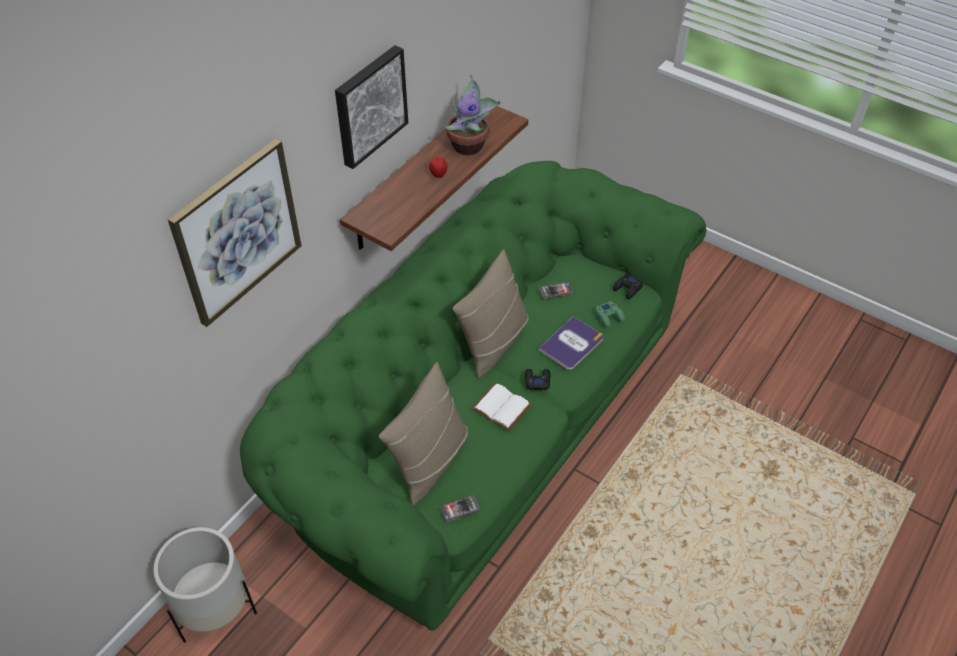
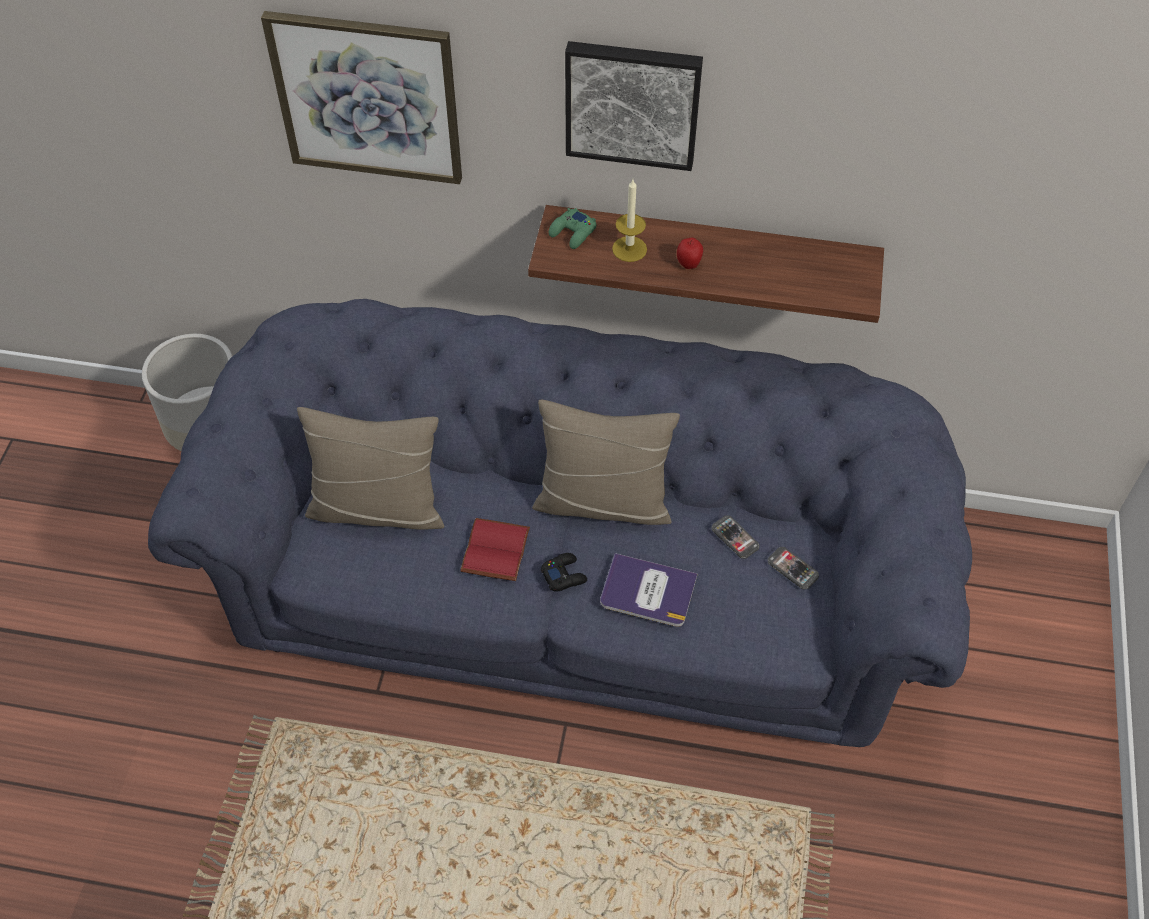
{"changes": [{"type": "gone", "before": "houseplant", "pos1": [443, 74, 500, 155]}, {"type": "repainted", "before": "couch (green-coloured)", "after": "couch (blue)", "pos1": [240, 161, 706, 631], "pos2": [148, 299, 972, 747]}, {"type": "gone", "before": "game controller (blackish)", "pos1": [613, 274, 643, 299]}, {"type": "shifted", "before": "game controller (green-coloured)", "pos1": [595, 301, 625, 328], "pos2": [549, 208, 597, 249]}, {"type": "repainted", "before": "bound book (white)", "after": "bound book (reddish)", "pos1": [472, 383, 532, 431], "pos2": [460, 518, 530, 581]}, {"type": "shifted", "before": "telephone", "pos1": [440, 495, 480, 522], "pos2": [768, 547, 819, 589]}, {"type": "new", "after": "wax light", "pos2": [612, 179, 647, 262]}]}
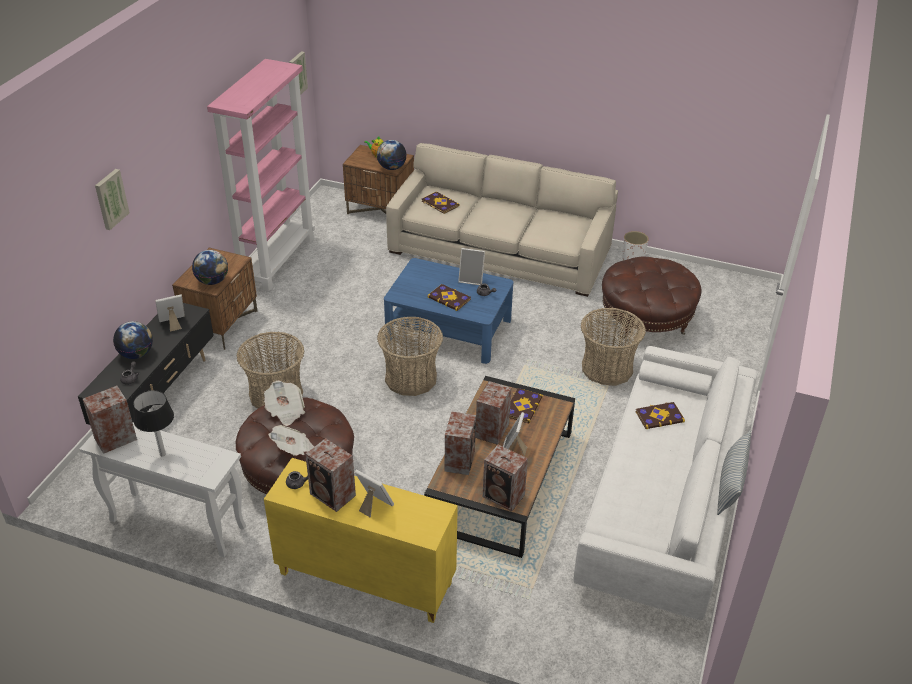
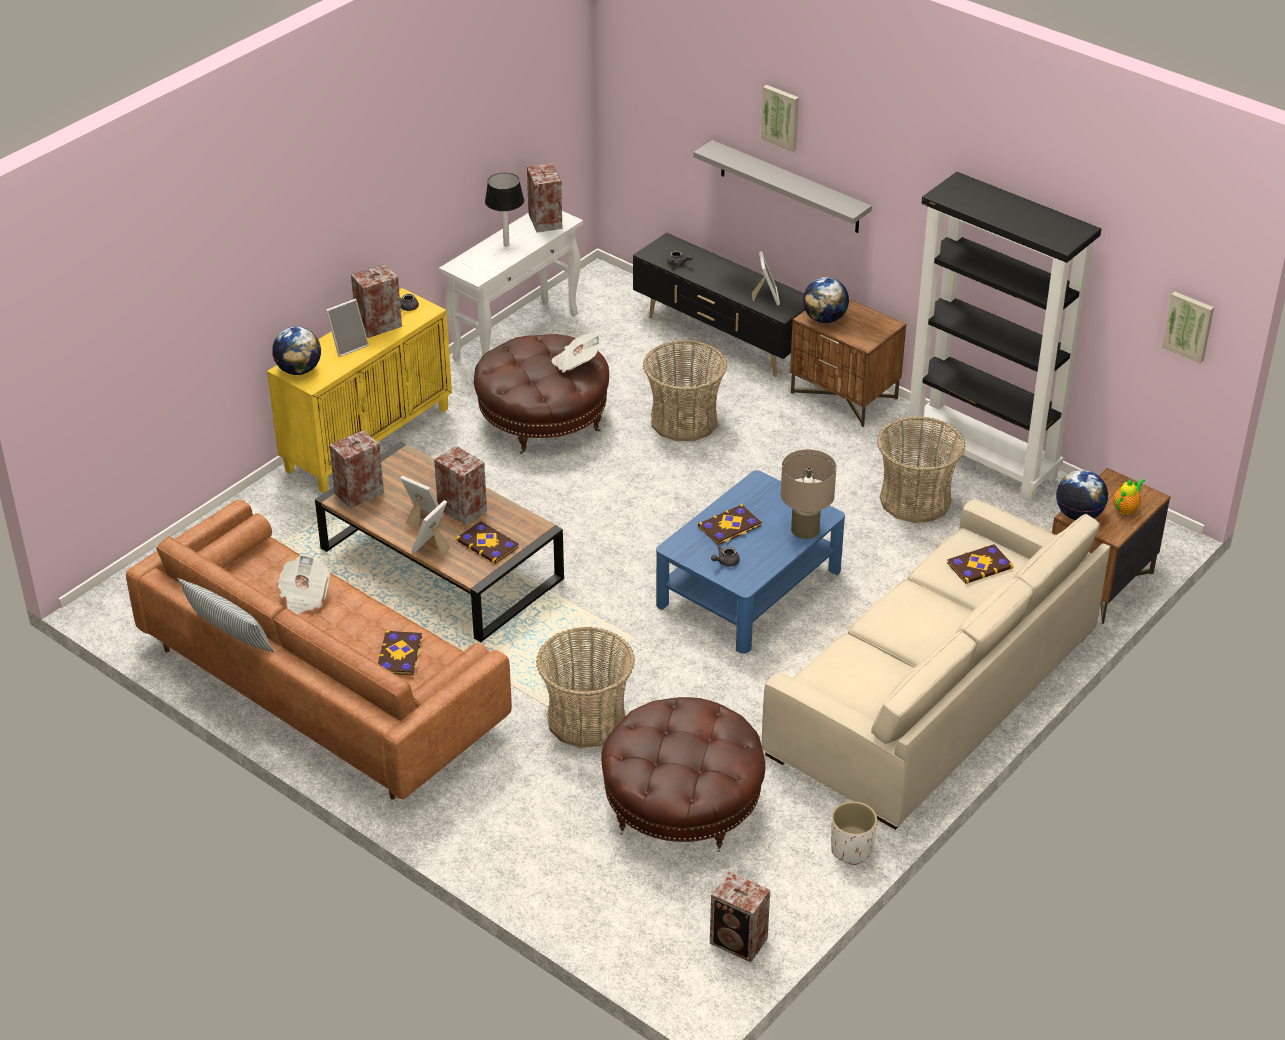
{"changes": [{"type": "repainted", "before": "bookcase (pink-coloured)", "after": "bookcase (blackish)", "pos1": [207, 59, 315, 291], "pos2": [904, 172, 1101, 501]}, {"type": "shifted", "before": "standing frame", "pos1": [458, 248, 485, 285], "pos2": [412, 500, 451, 557]}, {"type": "shifted", "before": "basket", "pos1": [377, 316, 443, 396], "pos2": [877, 416, 965, 523]}, {"type": "shifted", "before": "world globe", "pos1": [113, 321, 153, 359], "pos2": [272, 327, 321, 375]}, {"type": "repainted", "before": "couch (white)", "after": "couch (brown-coloured)", "pos1": [574, 346, 757, 620], "pos2": [126, 499, 512, 800]}, {"type": "shifted", "before": "speaker", "pos1": [445, 411, 476, 475], "pos2": [710, 871, 770, 962]}, {"type": "shifted", "before": "newspaper", "pos1": [268, 425, 314, 456], "pos2": [277, 555, 331, 614]}, {"type": "new", "after": "shelf (grey)", "pos2": [693, 140, 872, 233]}, {"type": "new", "after": "lamp for a table (sand-coloured)", "pos2": [780, 449, 837, 539]}]}
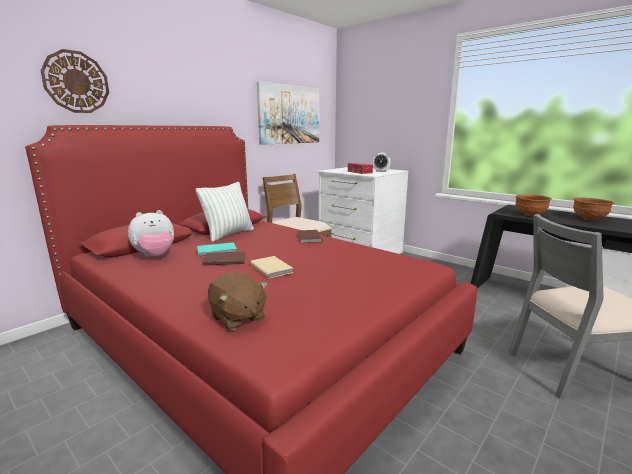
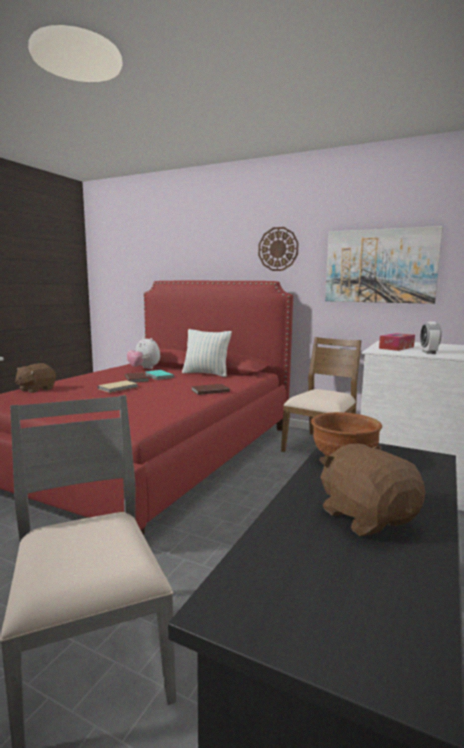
{"changes": [{"type": "shifted", "before": "clock on the wall", "pos1": [40, 49, 109, 113], "pos2": [258, 227, 299, 271]}, {"type": "swapped", "before": "deep dish (brown-coloured)", "after": "cuddly toy (brown-coloured)", "pos1": [573, 198, 614, 221], "pos2": [319, 443, 426, 536]}]}
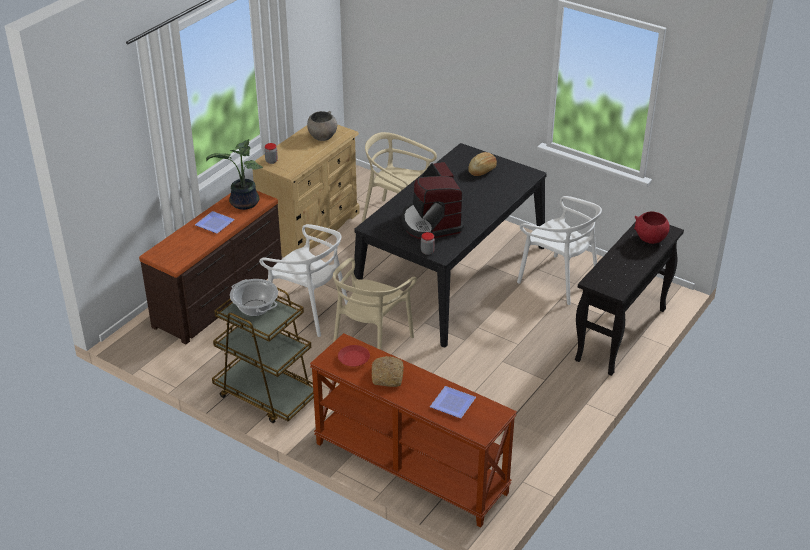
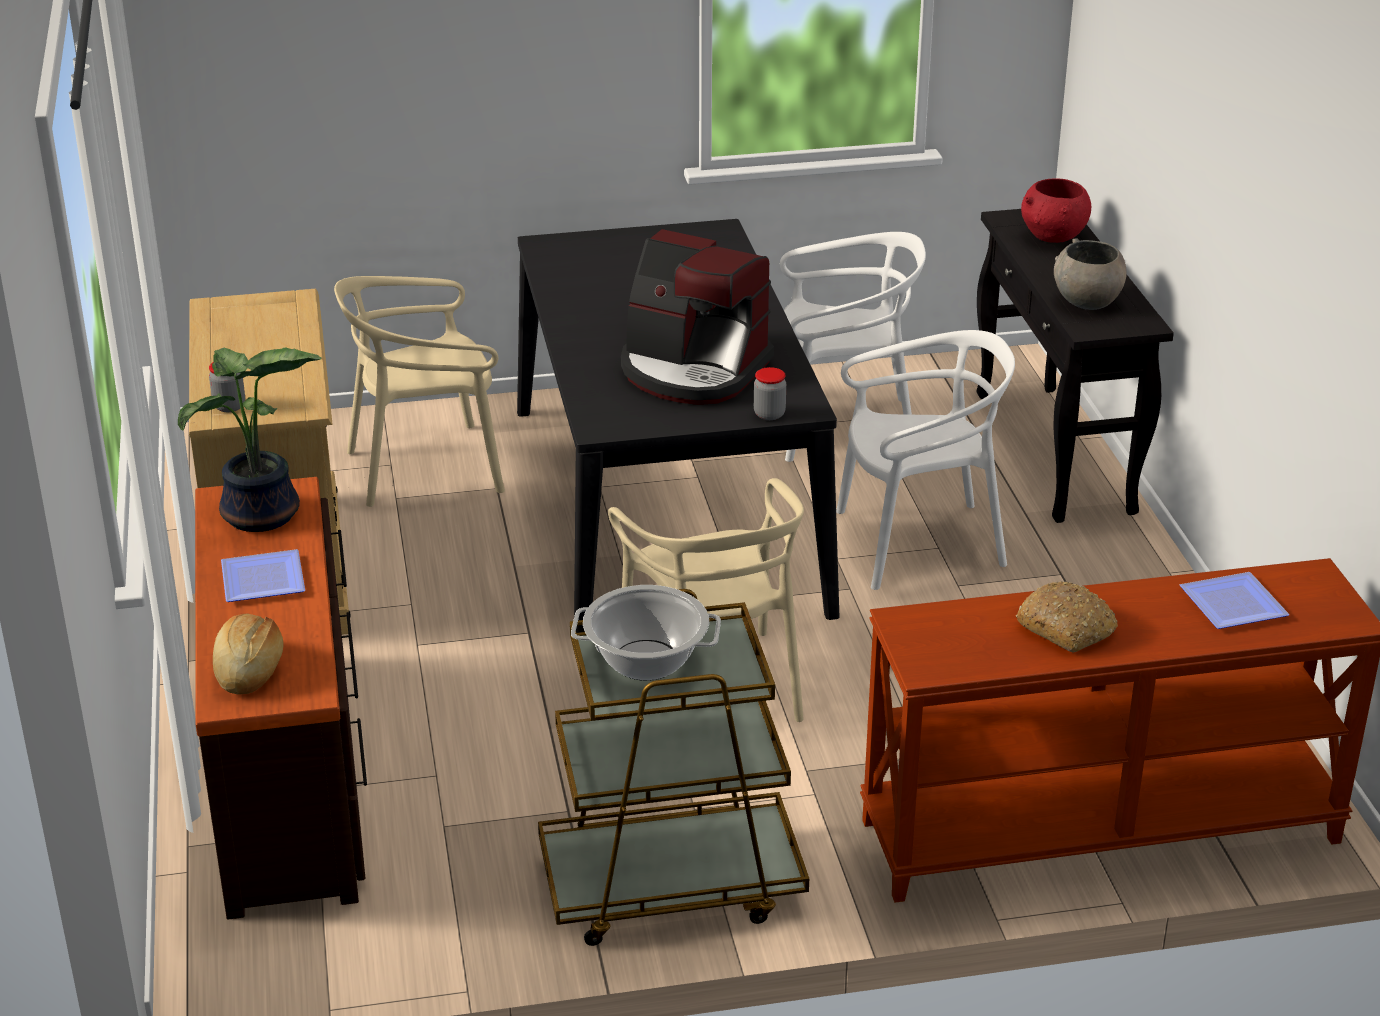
{"changes": [{"type": "shifted", "before": "deep dish (grey)", "pos1": [307, 111, 337, 141], "pos2": [1054, 238, 1127, 310]}, {"type": "shifted", "before": "baked bread", "pos1": [468, 152, 497, 176], "pos2": [213, 614, 283, 695]}, {"type": "shifted", "before": "chair (white)", "pos1": [259, 224, 348, 337], "pos2": [836, 330, 1015, 590]}, {"type": "gone", "before": "dinner plate (reddish)", "pos1": [338, 345, 370, 367]}]}
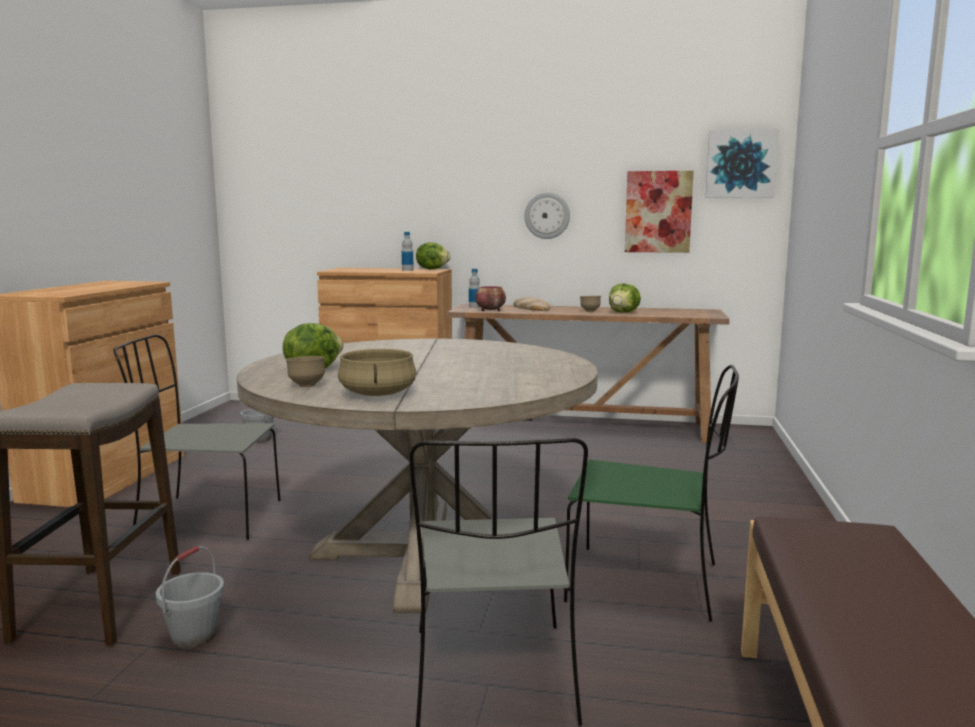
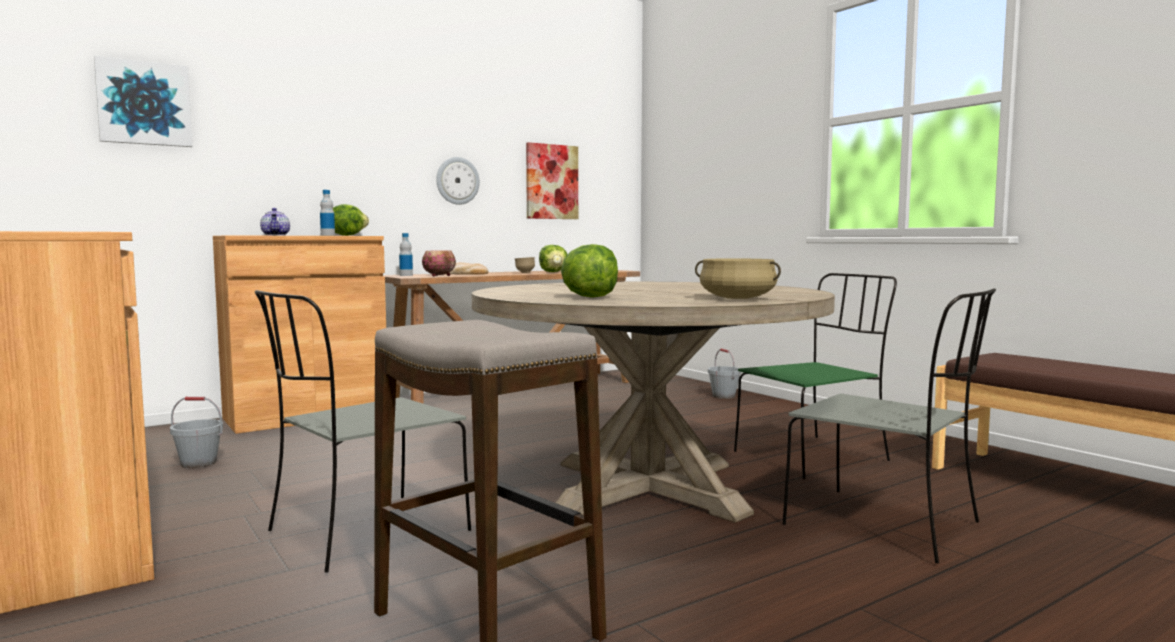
{"changes": [{"type": "shifted", "before": "wall picture", "pos1": [705, 129, 779, 198], "pos2": [94, 56, 192, 147]}, {"type": "gone", "before": "deep dish (brown-coloured)", "pos1": [286, 356, 325, 387]}, {"type": "shifted", "before": "water bucket (grey)", "pos1": [156, 546, 224, 648], "pos2": [708, 348, 741, 399]}, {"type": "new", "after": "tea pot", "pos2": [260, 208, 290, 236]}]}
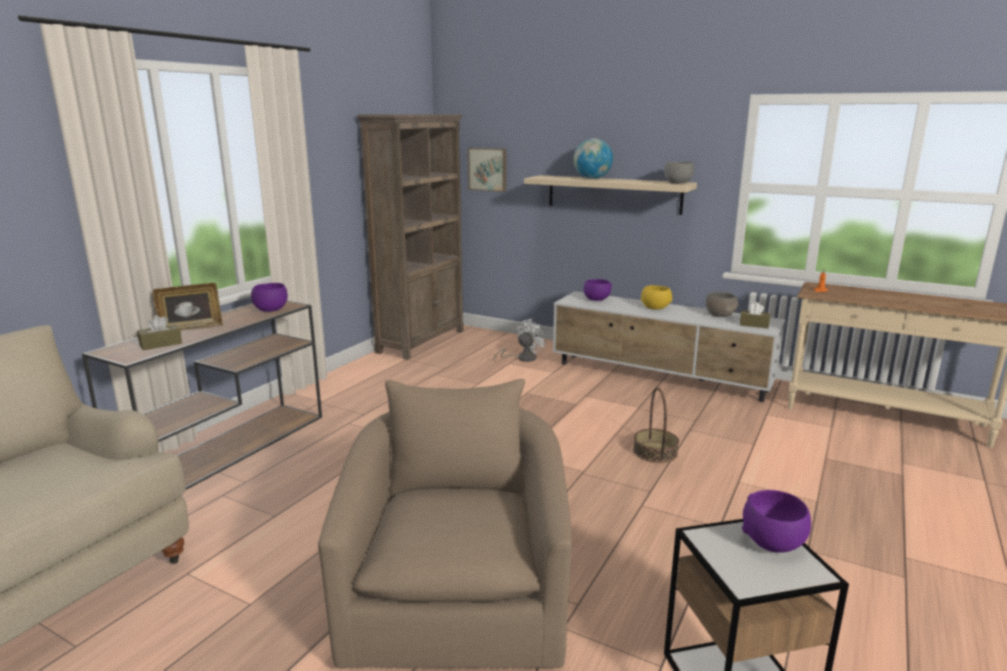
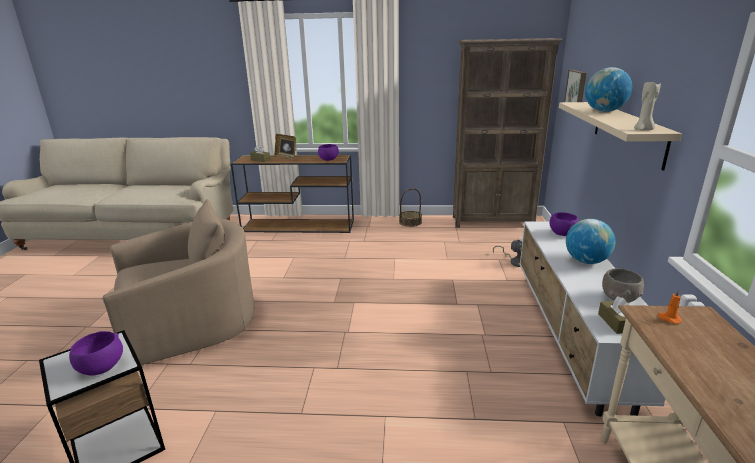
{"changes": [{"type": "swapped", "before": "deep dish (grey)", "after": "wax light (sand-coloured)", "pos1": [664, 162, 694, 184], "pos2": [634, 82, 661, 130]}, {"type": "swapped", "before": "deep dish (yellowish)", "after": "world globe", "pos1": [641, 285, 672, 310], "pos2": [566, 219, 616, 264]}, {"type": "shifted", "before": "basket", "pos1": [633, 387, 679, 463], "pos2": [399, 188, 422, 227]}]}
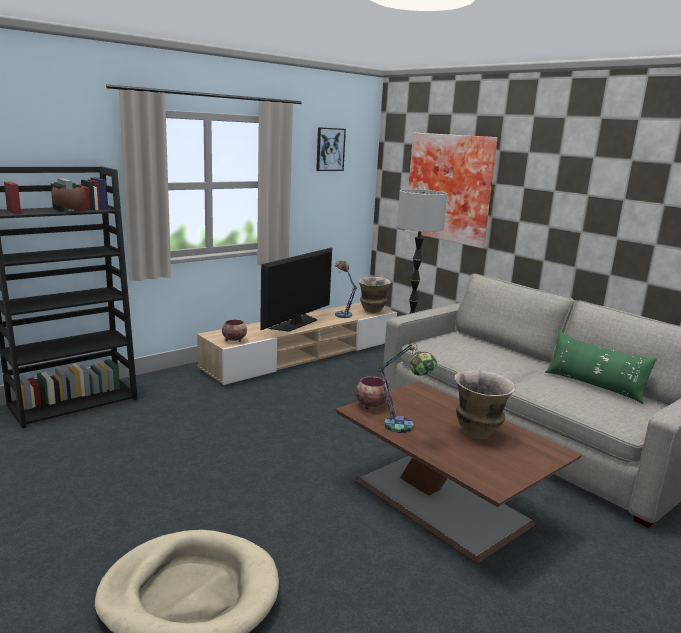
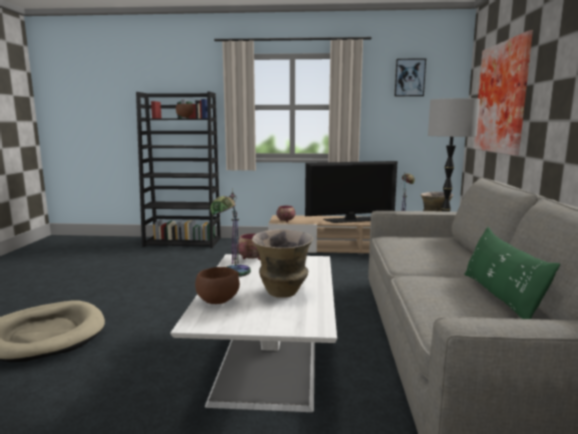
{"changes": [{"type": "repainted", "before": "coffee table (brown-coloured)", "after": "coffee table (white)", "pos1": [335, 381, 582, 563], "pos2": [170, 254, 337, 412]}, {"type": "new", "after": "deep dish (brown-coloured)", "pos2": [195, 267, 240, 304]}]}
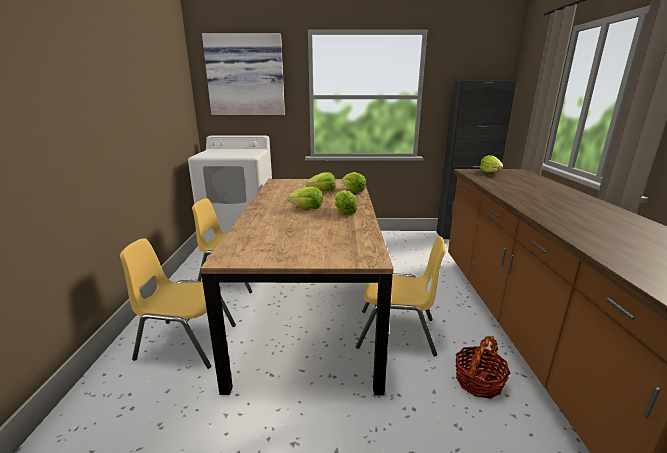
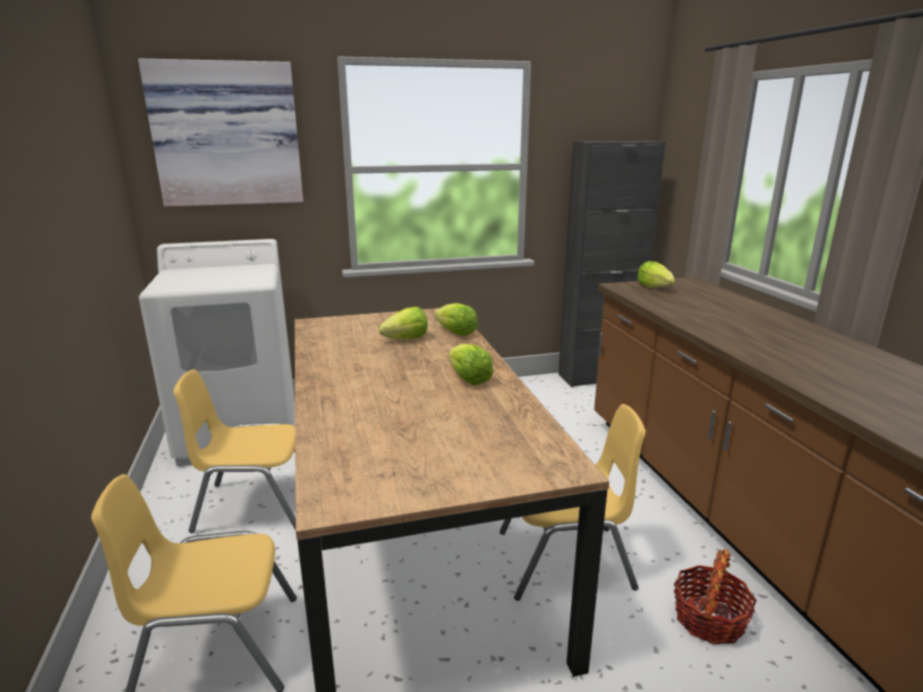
{"changes": [{"type": "gone", "before": "head of lettuce", "pos1": [287, 187, 323, 209]}]}
